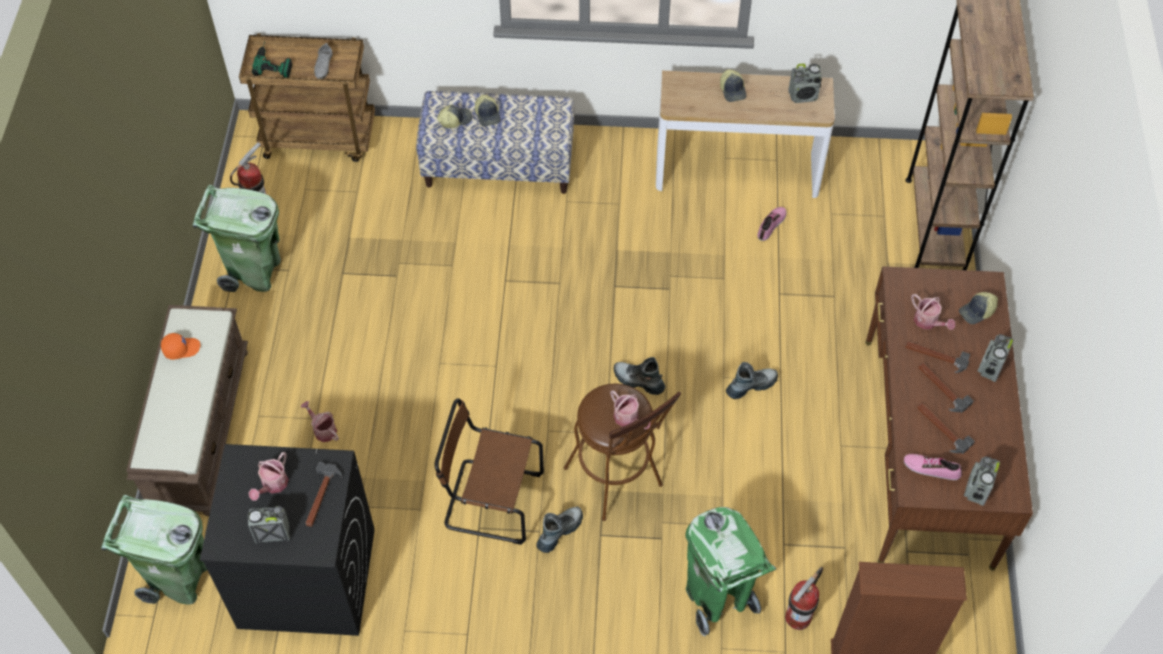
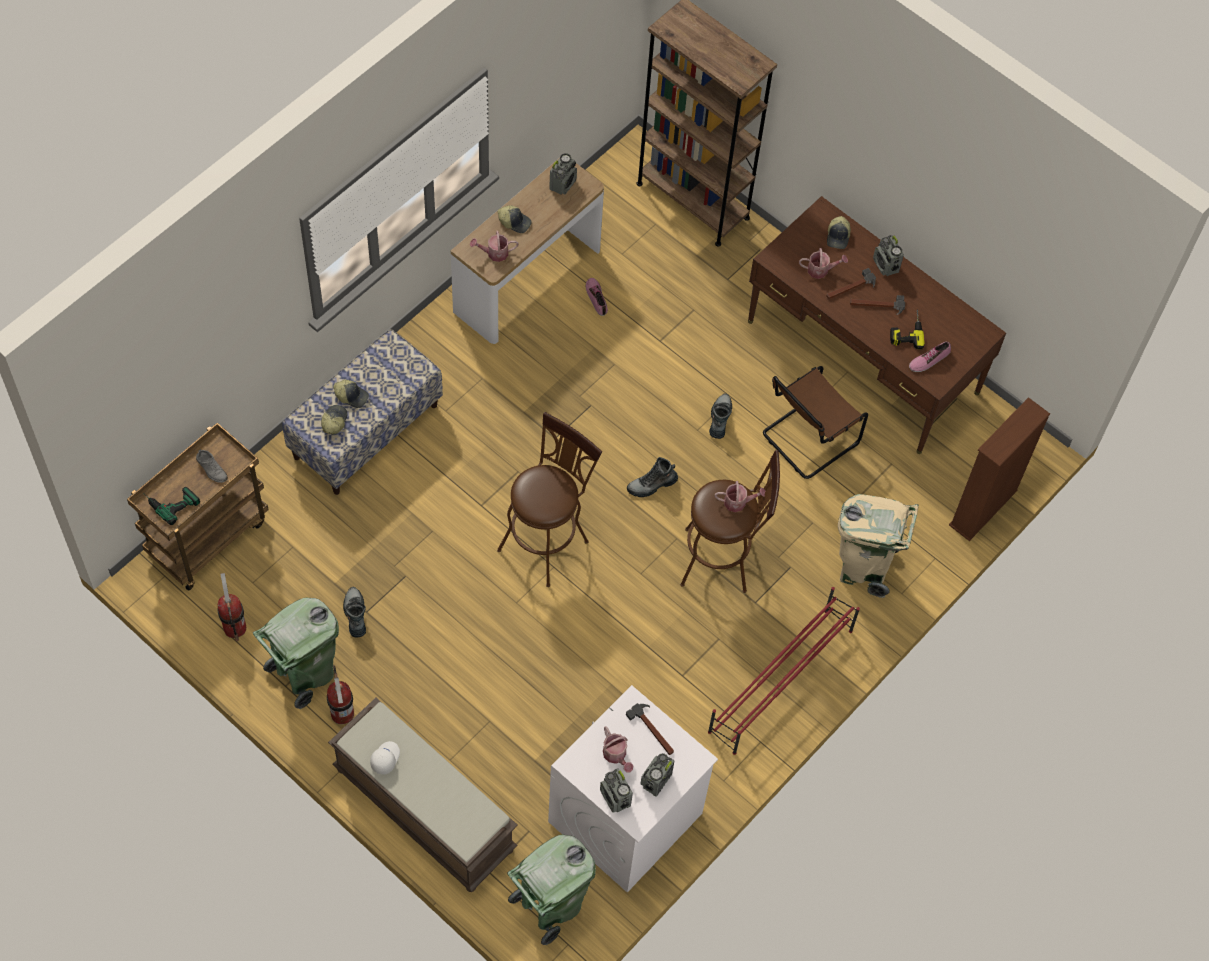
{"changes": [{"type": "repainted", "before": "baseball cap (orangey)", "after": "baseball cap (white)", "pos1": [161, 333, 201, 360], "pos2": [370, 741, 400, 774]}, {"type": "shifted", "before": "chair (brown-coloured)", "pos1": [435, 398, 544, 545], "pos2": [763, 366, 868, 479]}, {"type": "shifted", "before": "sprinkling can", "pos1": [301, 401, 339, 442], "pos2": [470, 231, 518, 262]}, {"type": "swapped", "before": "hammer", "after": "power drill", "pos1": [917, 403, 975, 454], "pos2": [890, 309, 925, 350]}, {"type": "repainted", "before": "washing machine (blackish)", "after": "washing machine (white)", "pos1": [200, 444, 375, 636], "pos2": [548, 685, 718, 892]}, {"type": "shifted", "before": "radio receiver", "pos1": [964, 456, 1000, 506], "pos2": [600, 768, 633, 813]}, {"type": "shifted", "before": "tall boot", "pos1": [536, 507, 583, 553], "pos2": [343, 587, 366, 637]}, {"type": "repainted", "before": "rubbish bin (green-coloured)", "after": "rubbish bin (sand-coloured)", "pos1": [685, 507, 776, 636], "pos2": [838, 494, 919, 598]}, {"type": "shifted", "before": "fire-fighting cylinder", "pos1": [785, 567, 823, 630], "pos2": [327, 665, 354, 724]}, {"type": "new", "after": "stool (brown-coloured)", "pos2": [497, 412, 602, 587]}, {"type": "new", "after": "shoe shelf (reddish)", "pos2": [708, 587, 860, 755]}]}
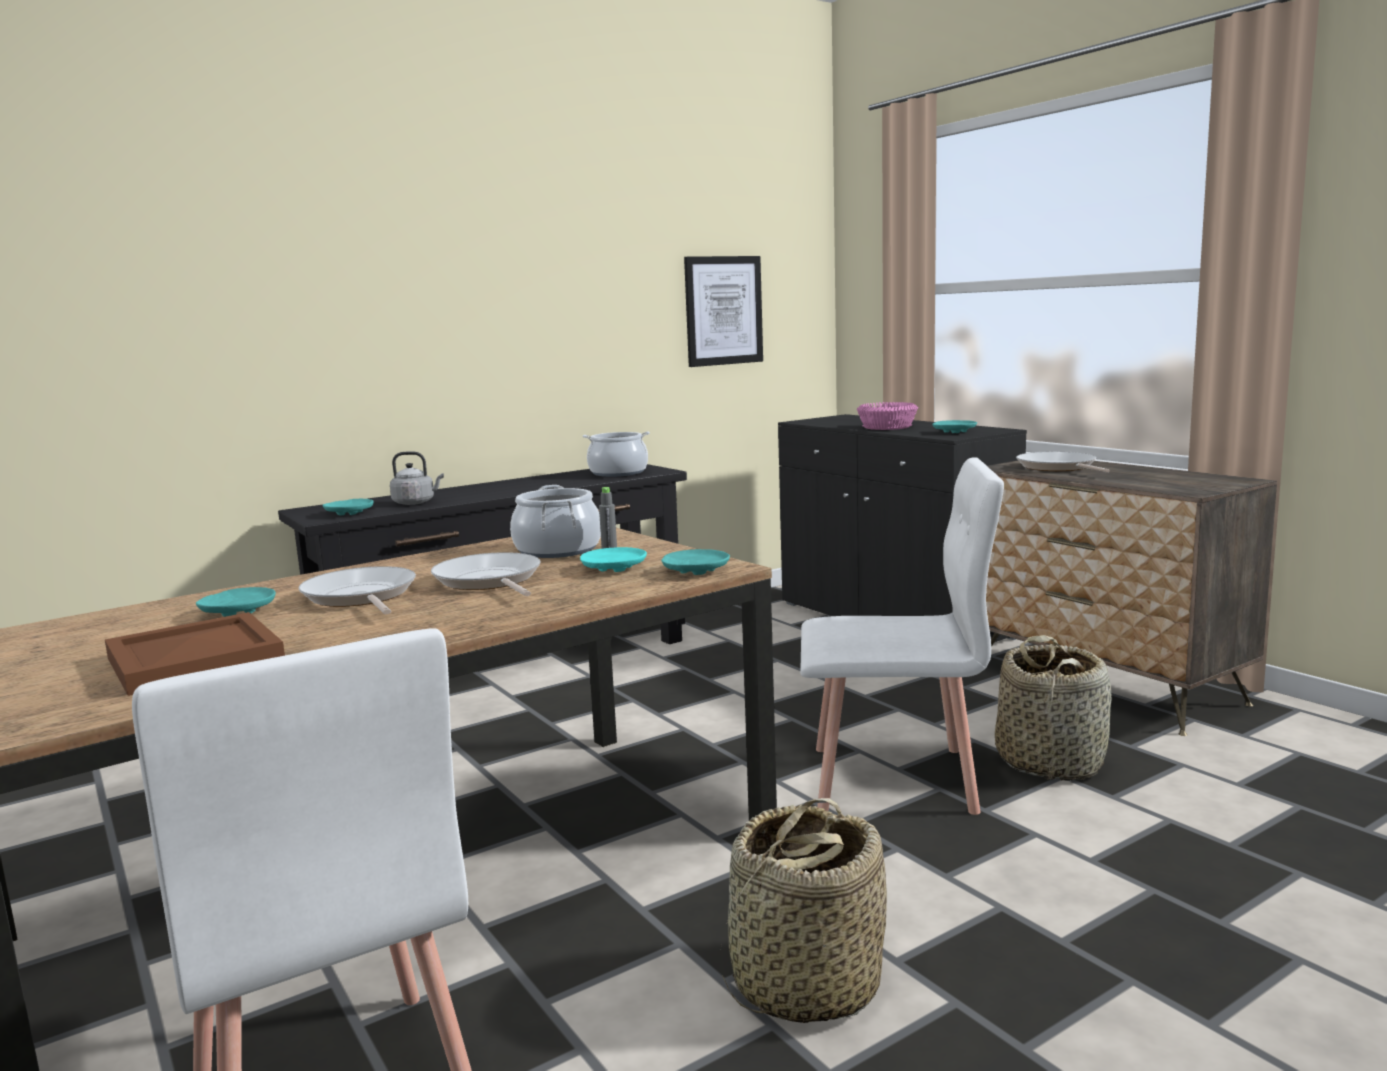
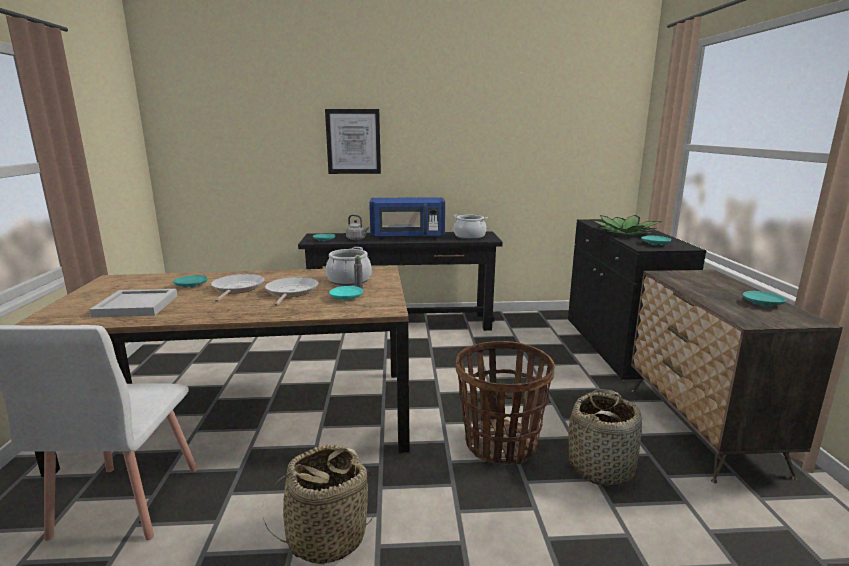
{"changes": [{"type": "shifted", "before": "wall picture", "pos1": [684, 256, 763, 367], "pos2": [325, 109, 381, 174]}, {"type": "swapped", "before": "deep dish (pink-coloured)", "after": "houseplant", "pos1": [857, 402, 918, 430], "pos2": [594, 215, 662, 235]}, {"type": "gone", "before": "skillet", "pos1": [1016, 451, 1110, 472]}, {"type": "swapped", "before": "chair (white)", "after": "basket", "pos1": [800, 457, 1004, 815], "pos2": [456, 341, 555, 465]}, {"type": "shifted", "before": "dinner plate (turquoise)", "pos1": [661, 549, 730, 575], "pos2": [742, 291, 786, 307]}, {"type": "repainted", "before": "serving tray (brown-coloured)", "after": "serving tray (white)", "pos1": [105, 612, 285, 696], "pos2": [89, 289, 177, 318]}, {"type": "new", "after": "kitchen microwave (blue)", "pos2": [369, 197, 445, 238]}]}
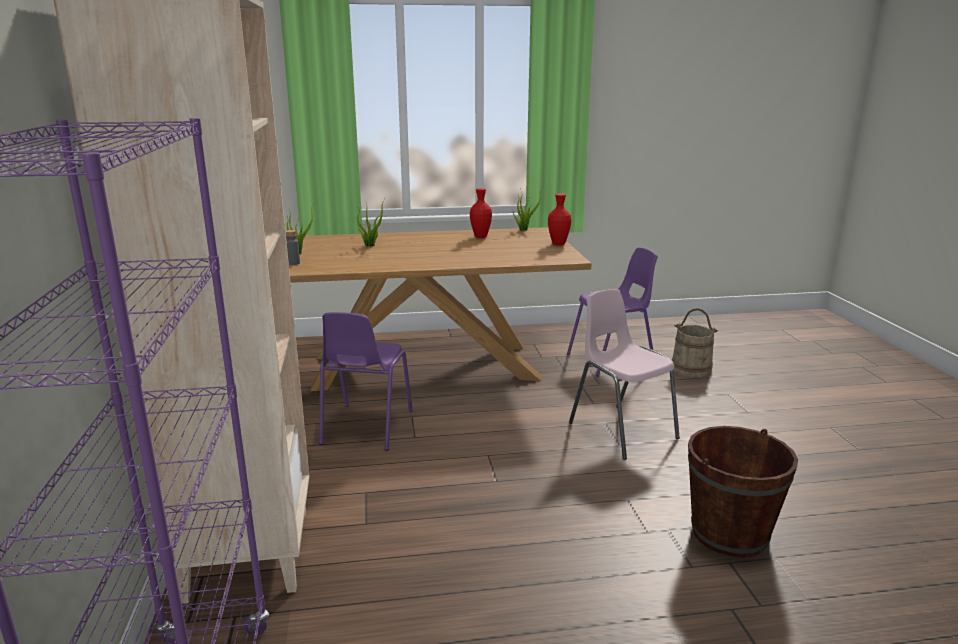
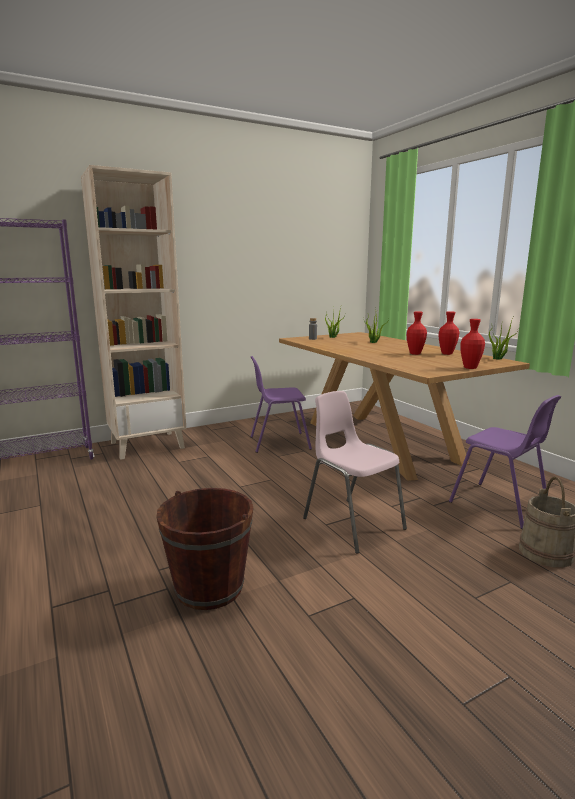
{"changes": [{"type": "rotated", "before": "chair (pink-coloured)", "pos1": [569, 289, 680, 460], "pos2": [303, 391, 407, 554], "turn": -75}, {"type": "new", "after": "decorative vase (reddish)", "pos2": [407, 311, 427, 355]}]}
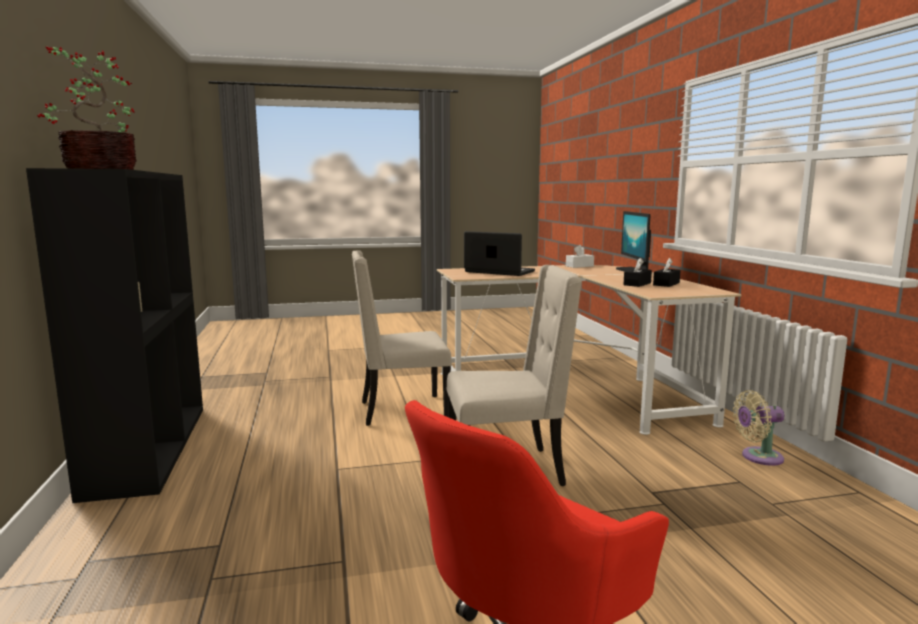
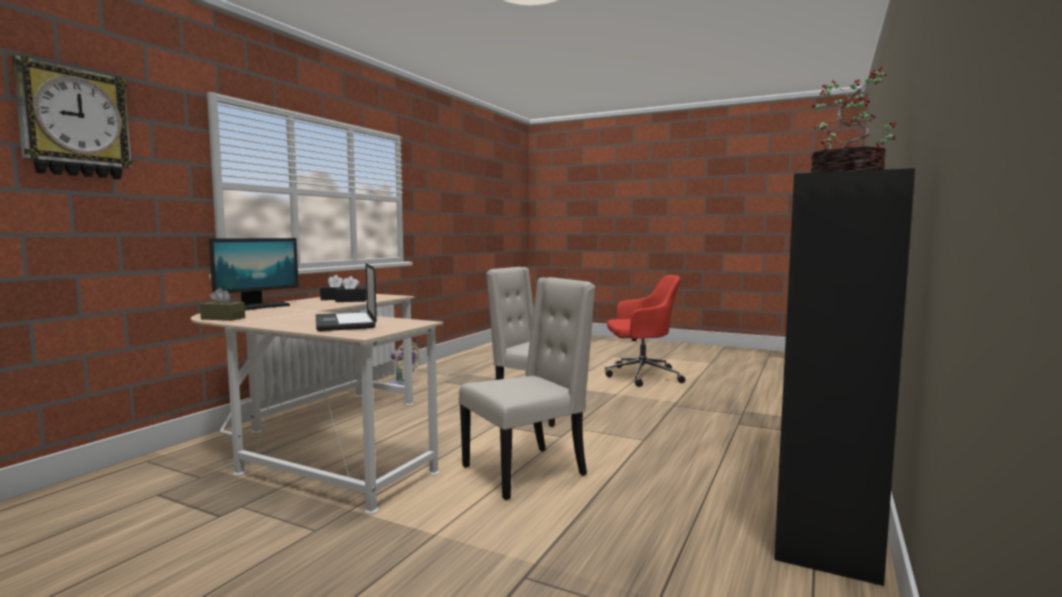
{"changes": [{"type": "repainted", "before": "box of tissues (white)", "after": "box of tissues (brown-coloured)", "pos1": [566, 245, 594, 268], "pos2": [200, 288, 245, 321]}, {"type": "rotated", "before": "chair (sand-coloured)", "pos1": [352, 250, 452, 426], "pos2": [459, 277, 595, 500], "turn": -60}, {"type": "new", "after": "clock on the wall", "pos2": [12, 55, 134, 179]}]}
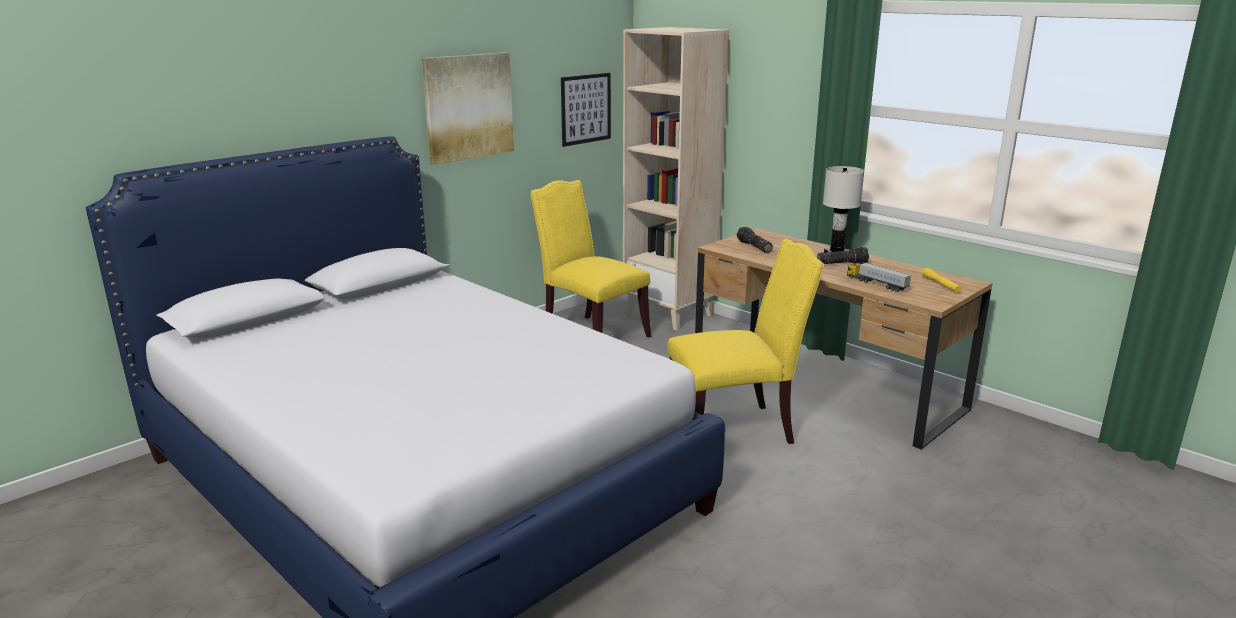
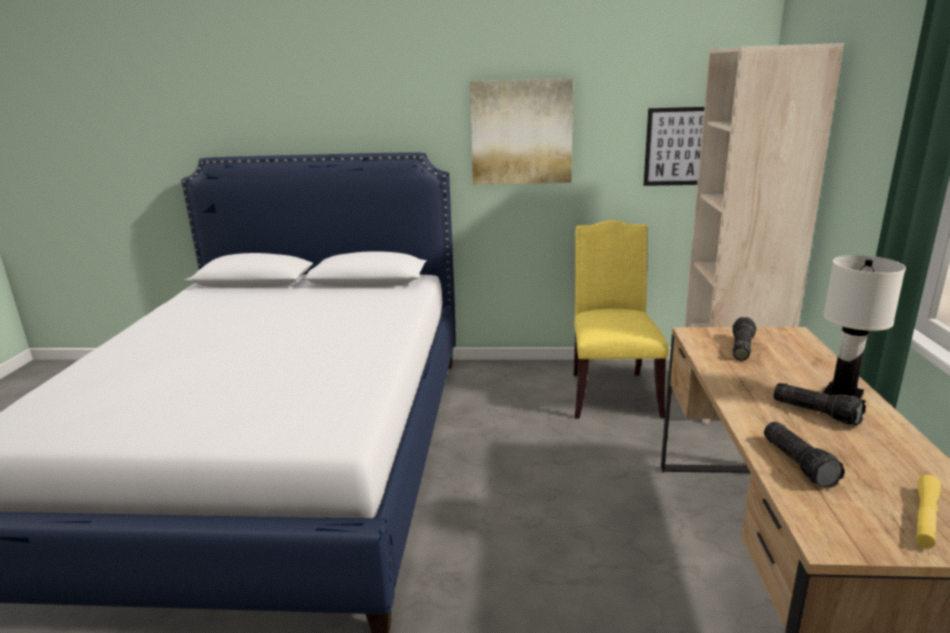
{"changes": [{"type": "gone", "before": "chair (yellowish)", "pos1": [667, 239, 824, 444]}, {"type": "swapped", "before": "toy lorry", "after": "torch", "pos1": [847, 262, 911, 292], "pos2": [764, 422, 845, 488]}]}
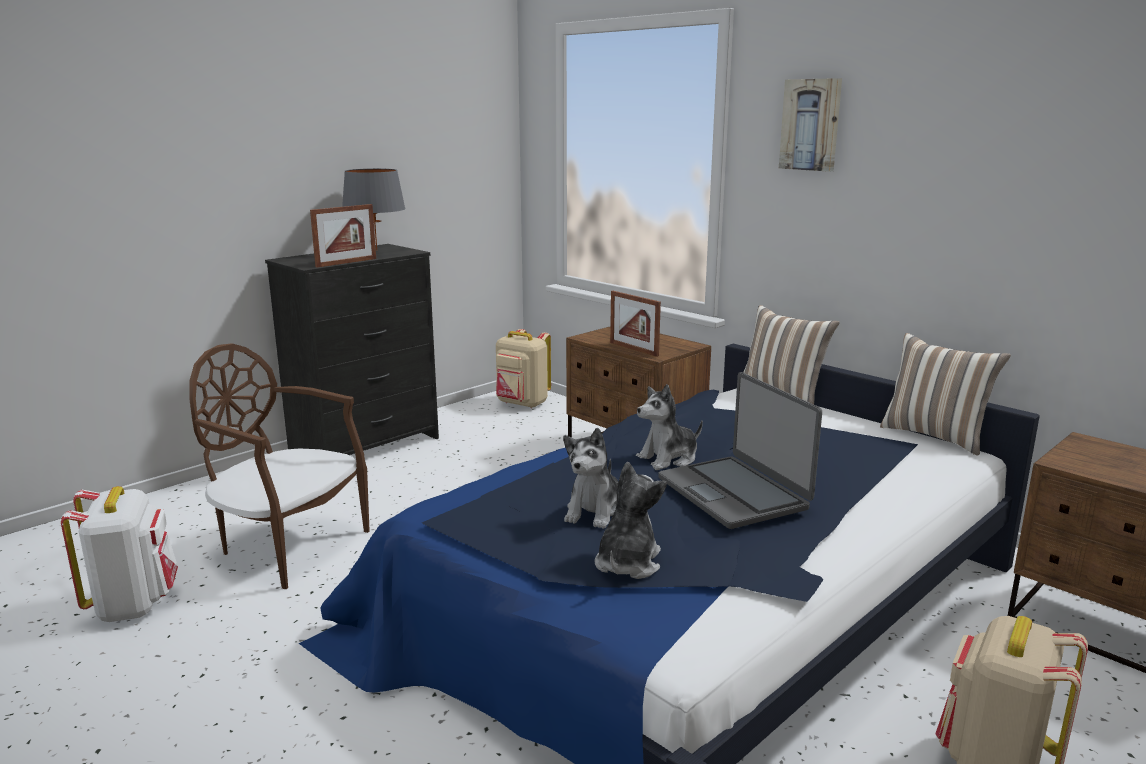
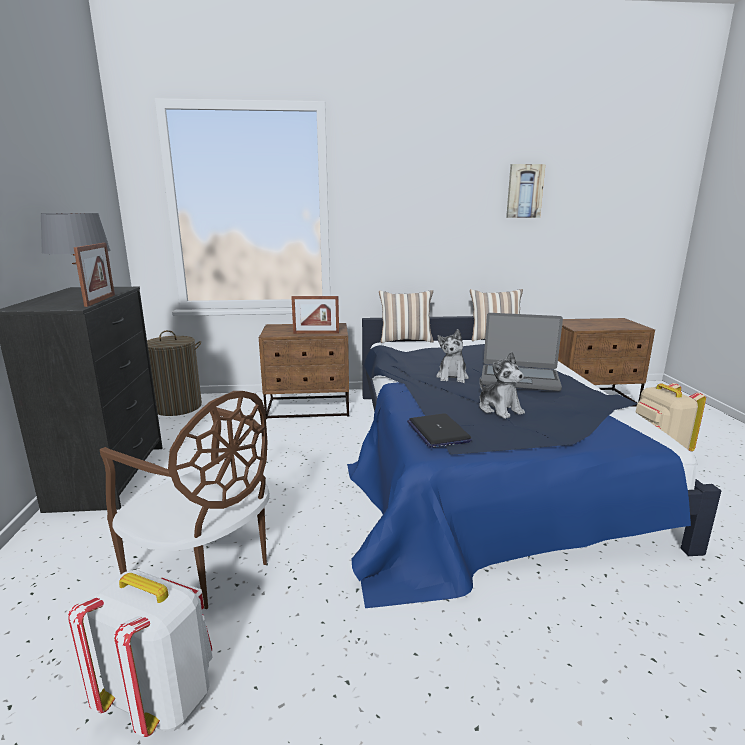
{"changes": [{"type": "shifted", "before": "wall picture", "pos1": [779, 78, 842, 172], "pos2": [506, 164, 546, 218]}, {"type": "swapped", "before": "rucksack (sand-coloured)", "after": "hamper", "pos1": [496, 329, 551, 408], "pos2": [147, 330, 202, 416]}, {"type": "rotated", "before": "chair (brown-coloured)", "pos1": [189, 343, 370, 589], "pos2": [100, 391, 270, 609], "turn": -120}, {"type": "gone", "before": "cuddly toy", "pos1": [594, 462, 667, 579]}, {"type": "new", "after": "laptop", "pos2": [407, 413, 472, 448]}]}
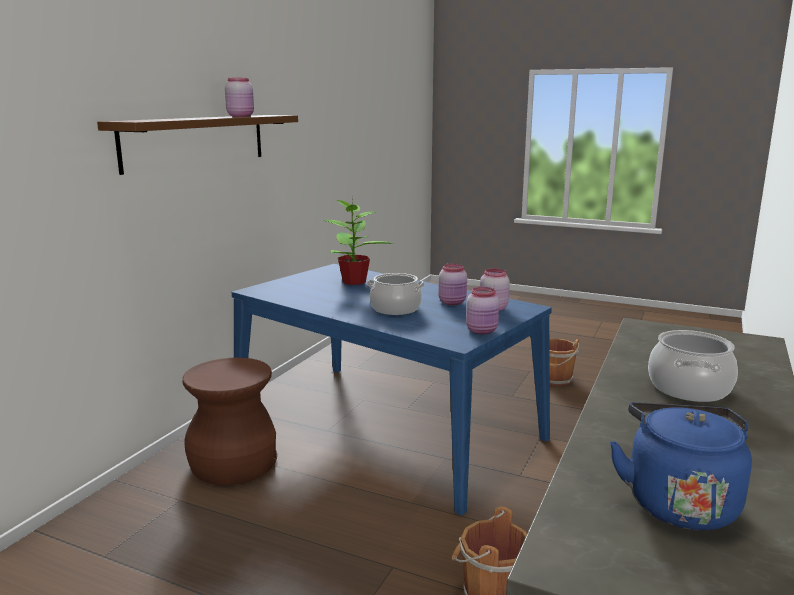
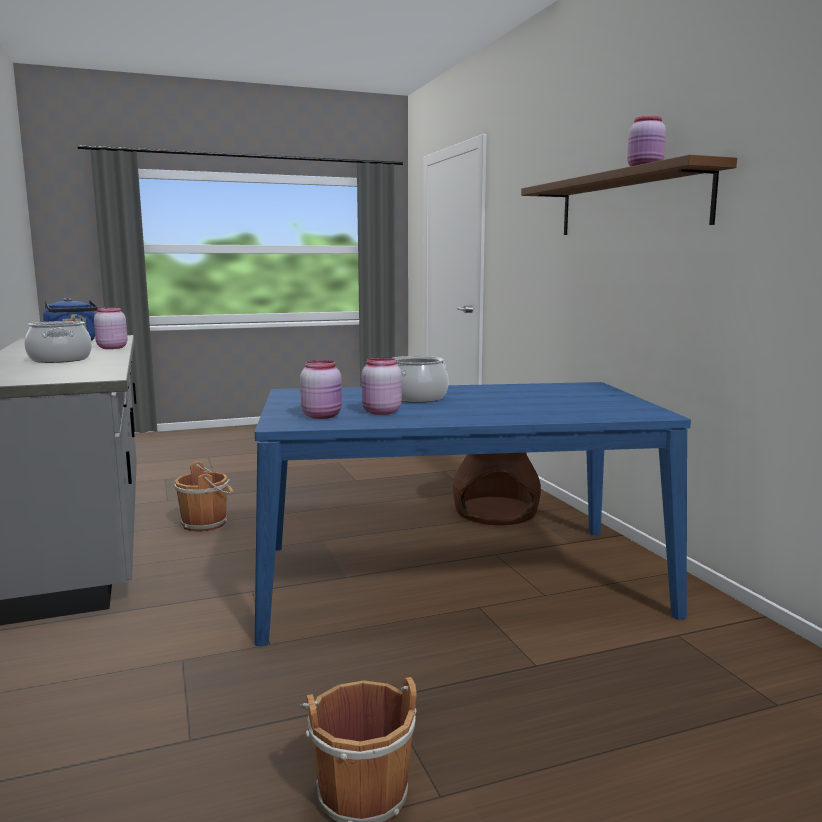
{"changes": [{"type": "gone", "before": "houseplant", "pos1": [323, 197, 394, 285]}, {"type": "shifted", "before": "jar (pink-coloured)", "pos1": [466, 287, 499, 335], "pos2": [94, 307, 128, 349]}]}
